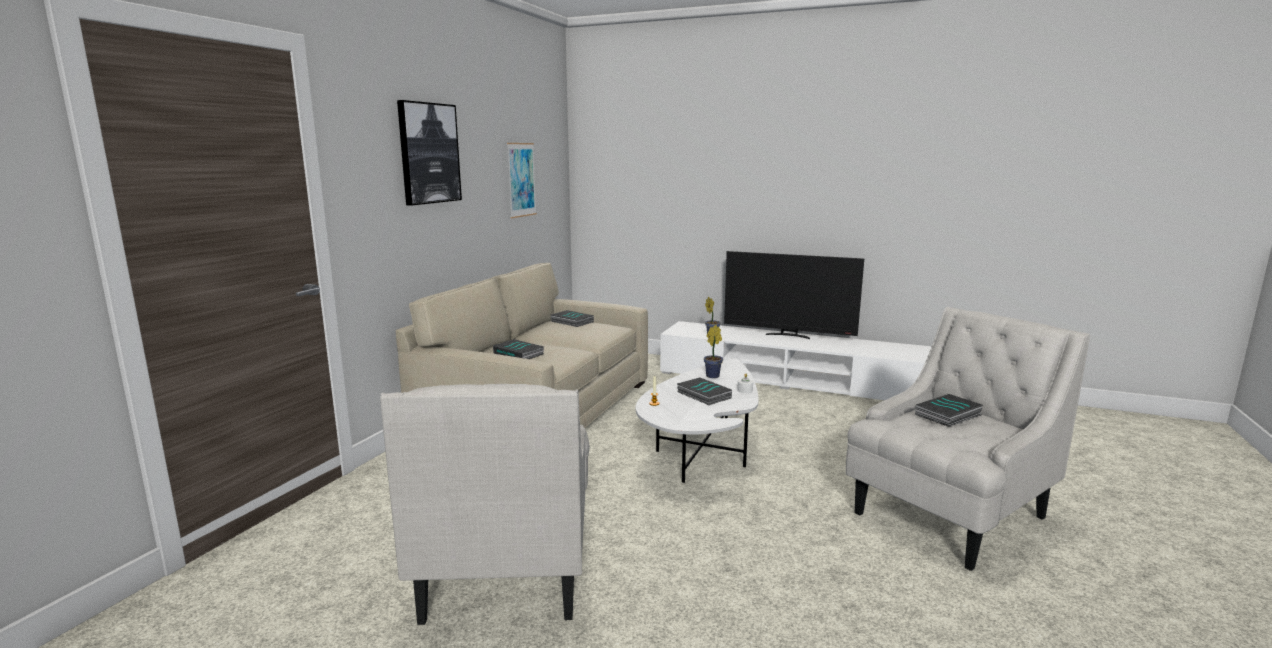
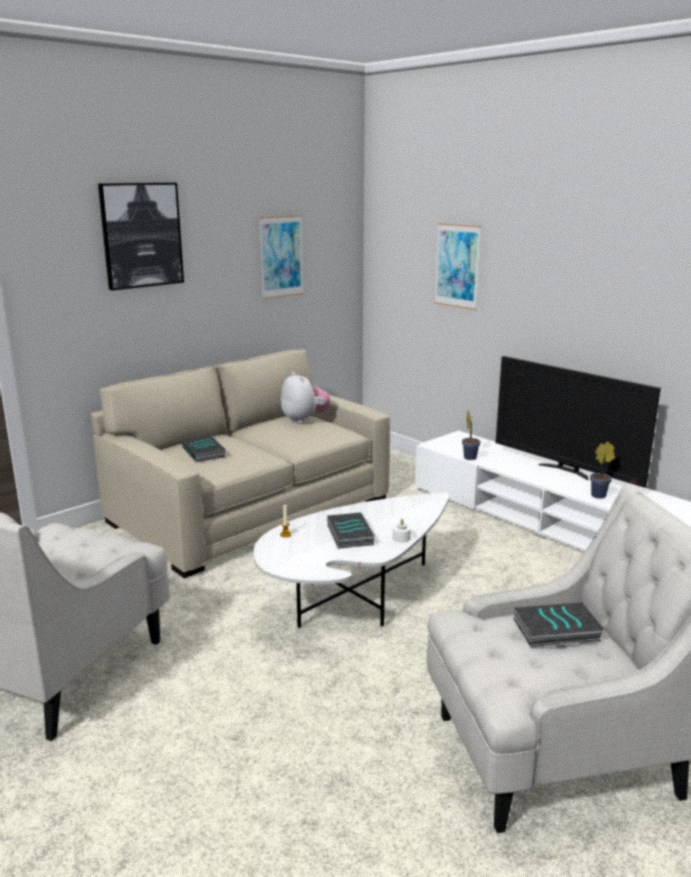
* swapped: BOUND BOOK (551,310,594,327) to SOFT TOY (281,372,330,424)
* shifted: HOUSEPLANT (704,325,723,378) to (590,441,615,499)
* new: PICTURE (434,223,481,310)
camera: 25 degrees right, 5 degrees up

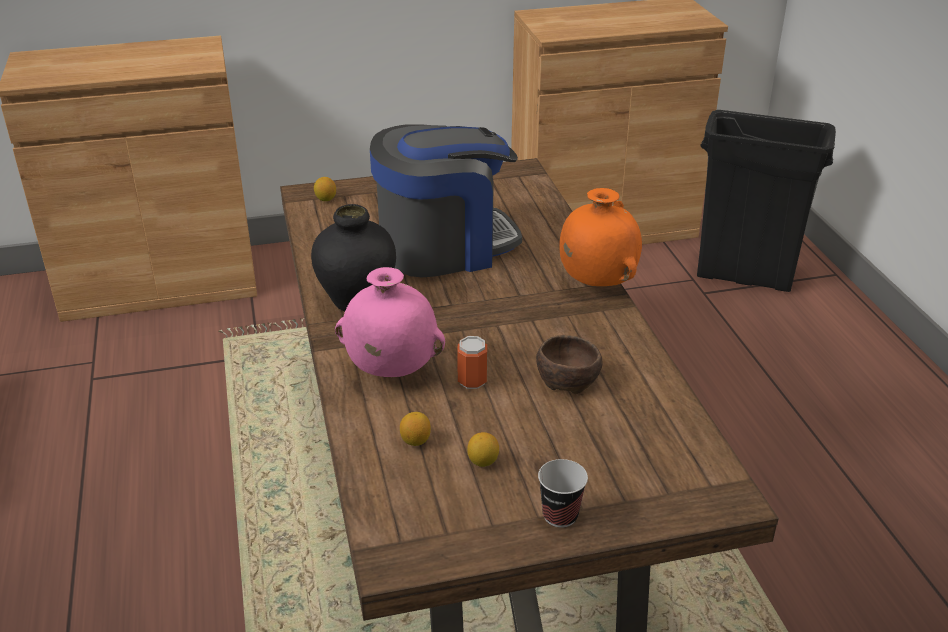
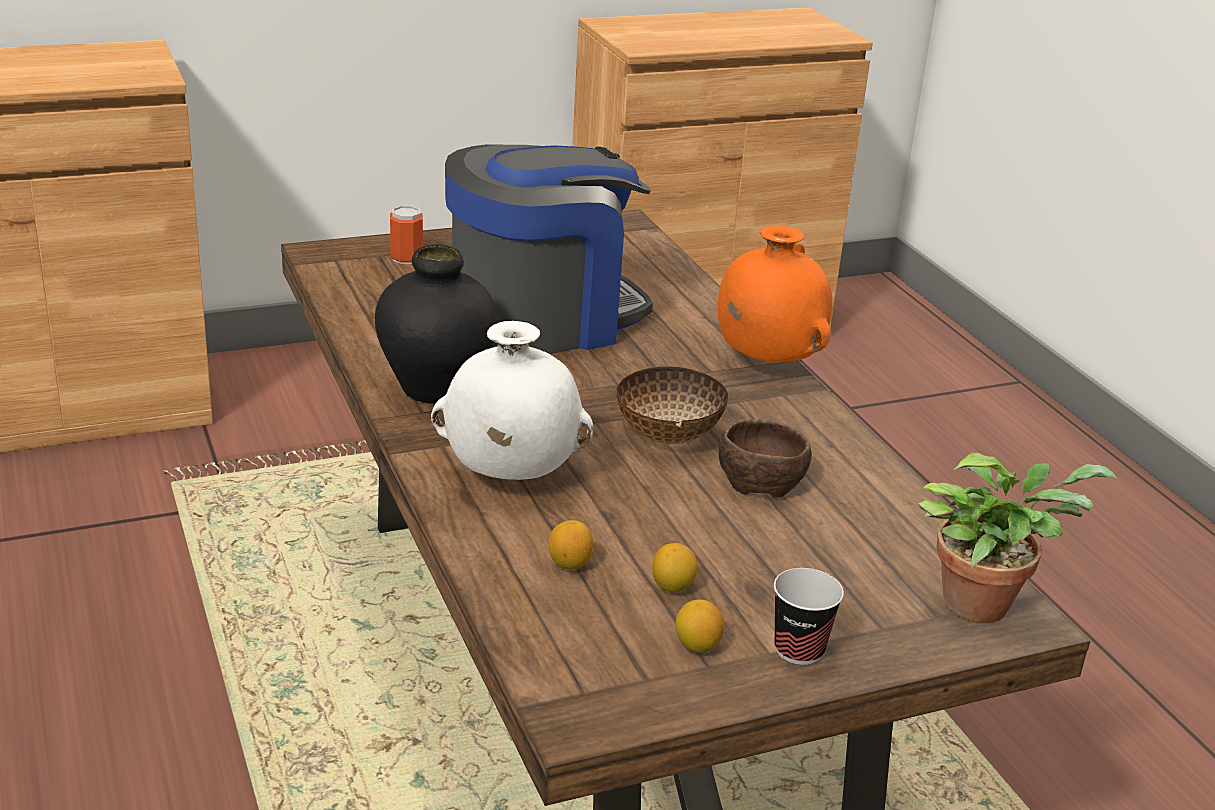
* gone: BLACK TRASH CAN (697,110,836,292)
* shifted: WHOLE LEMON (314,177,336,201) to (676,600,724,653)
* repainted: PINK-COLOURED VASE (335,267,445,377) to WHITE-COLOURED VASE (431,321,593,480)
* shifted: SEALED CAN (457,336,487,389) to (390,205,423,264)
* new: DEEP DISH (616,366,728,444)
* new: HOUSEPLANT (918,453,1117,623)
camera: 10 degrees left, 5 degrees down

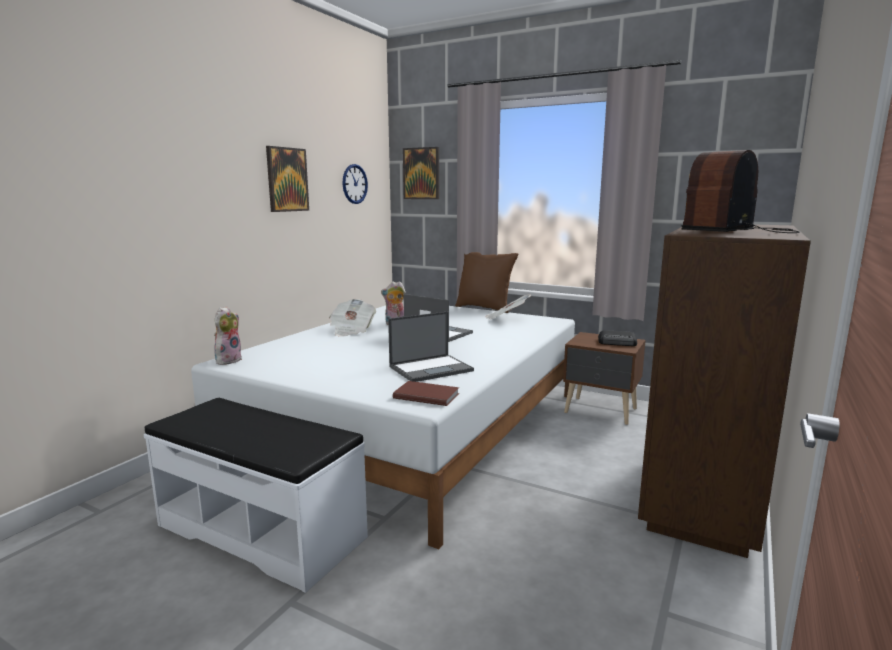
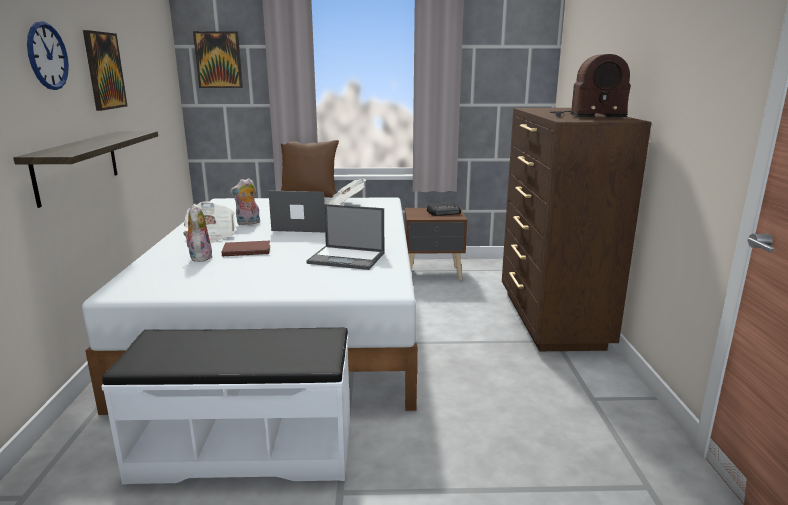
* rotated: RADIO RECEIVER (681,150,800,233) = (549,54,631,117) 105 degrees counterclockwise
* shifted: CLOCK ON THE WALL (342,164,368,204) to (27,21,69,90)
* shifted: SOFT TOY (214,306,242,365) to (183,204,213,262)
* rotated: NOTEBOOK COMPUTER (388,312,474,382) = (306,204,384,270) 75 degrees clockwise
* shifted: BROWNISH BOUND BOOK (393,381,459,406) to (222,241,270,256)
* new: SHELF (13,131,158,208)
camera: 30 degrees left, 5 degrees up

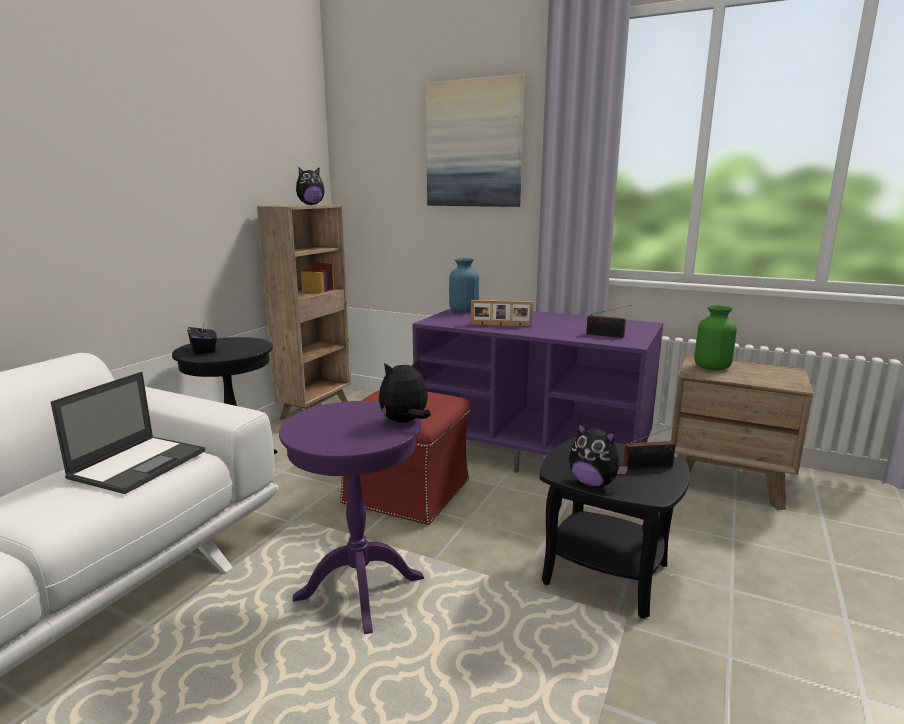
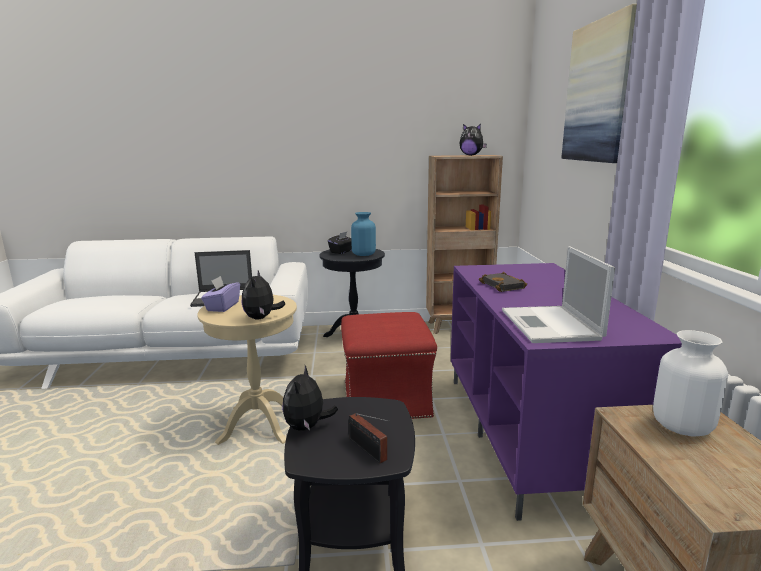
* shifted: BLUE VASE (449,258,479,313) to (351,212,376,256)
* swapped: PICTURE FRAME (471,300,533,326) to BLACK BOUND BOOK (479,272,527,292)
* swapped: RADIO RECEIVER (586,305,631,338) to NOTEBOOK COMPUTER (502,246,615,343)
* repainted: GREEN VASE (694,305,737,370) to WHITE-COLOURED VASE (653,330,728,437)
* rotated: SOFT TOY (379,358,431,423) = (242,271,285,319) 120 degrees counterclockwise
* repainted: PURPLISH ACCENT TABLE (279,401,424,634) to BEIGE ACCENT TABLE (197,295,297,445)
* new: PURPLISH TISSUE BOX (201,276,240,312)
camera: 60 degrees right, 0 degrees up

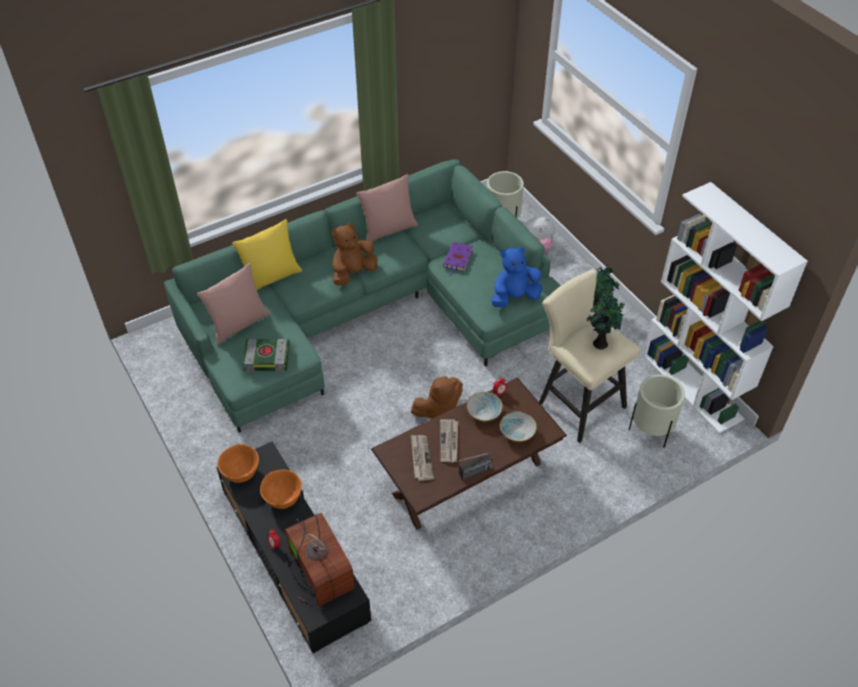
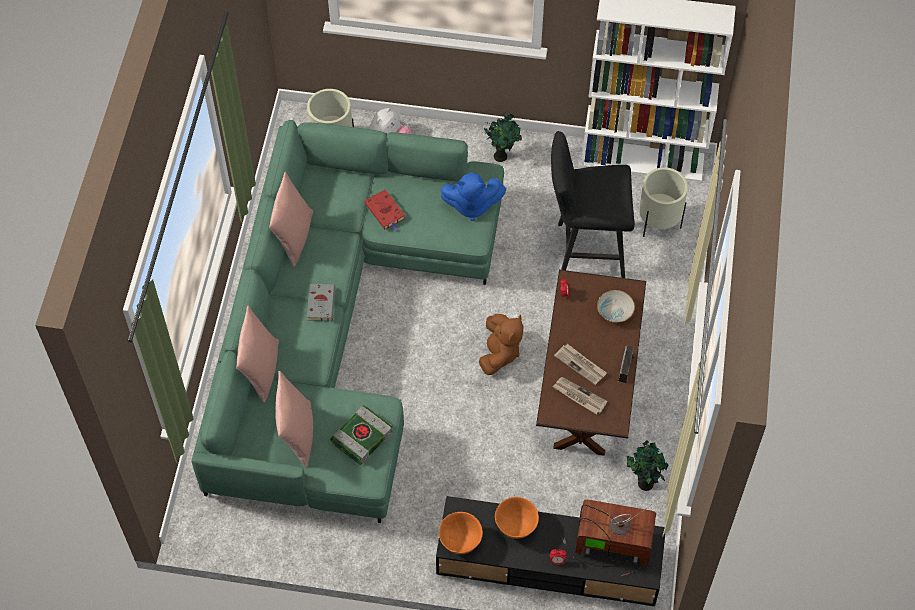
* repainted: YELLOWISH PILLOW (232,219,302,290) to PINK-COLOURED PILLOW (236,305,279,403)
* swapped: BROWNISH SOFT TOY (331,223,377,286) to GRAY BOUND BOOK (307,283,336,321)
* repainted: PURPLISH BOUND BOOK (443,242,473,274) to RED-COLOURED BOUND BOOK (364,190,405,231)
* rotated: BLUE SOFT TOY (491,247,542,307) = (441,172,506,221) 105 degrees counterclockwise
* repainted: BEIGE SITTING STOOL (539,269,640,443) to BLACK SITTING STOOL (551,131,635,278)
* shifted: HOUSEPLANT (587,288,624,349) to (627,440,669,491)
* gone: DEEP DISH (466,392,503,422)
camera: 50 degrees left, 10 degrees up

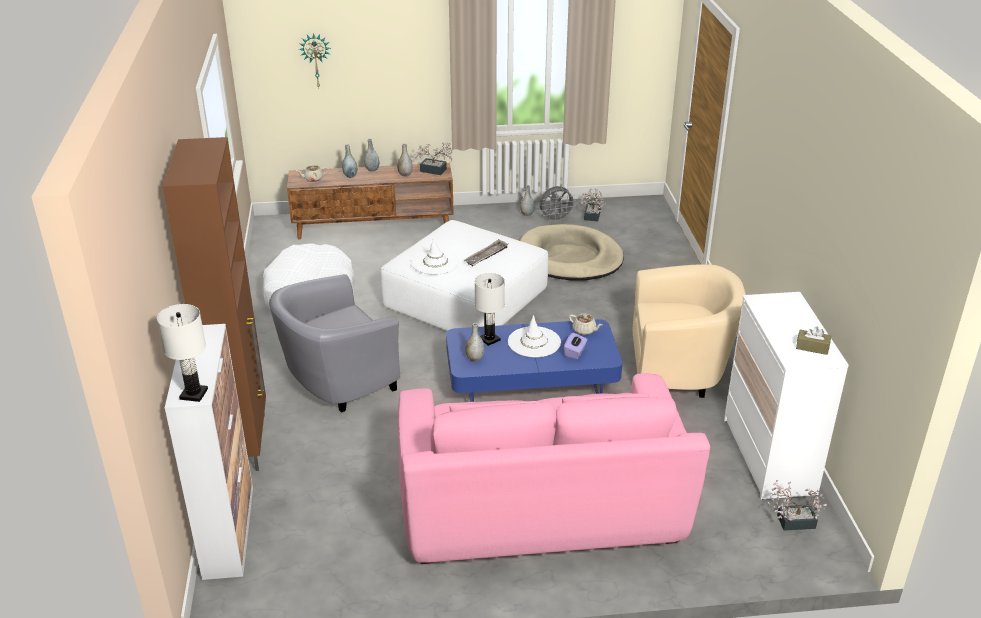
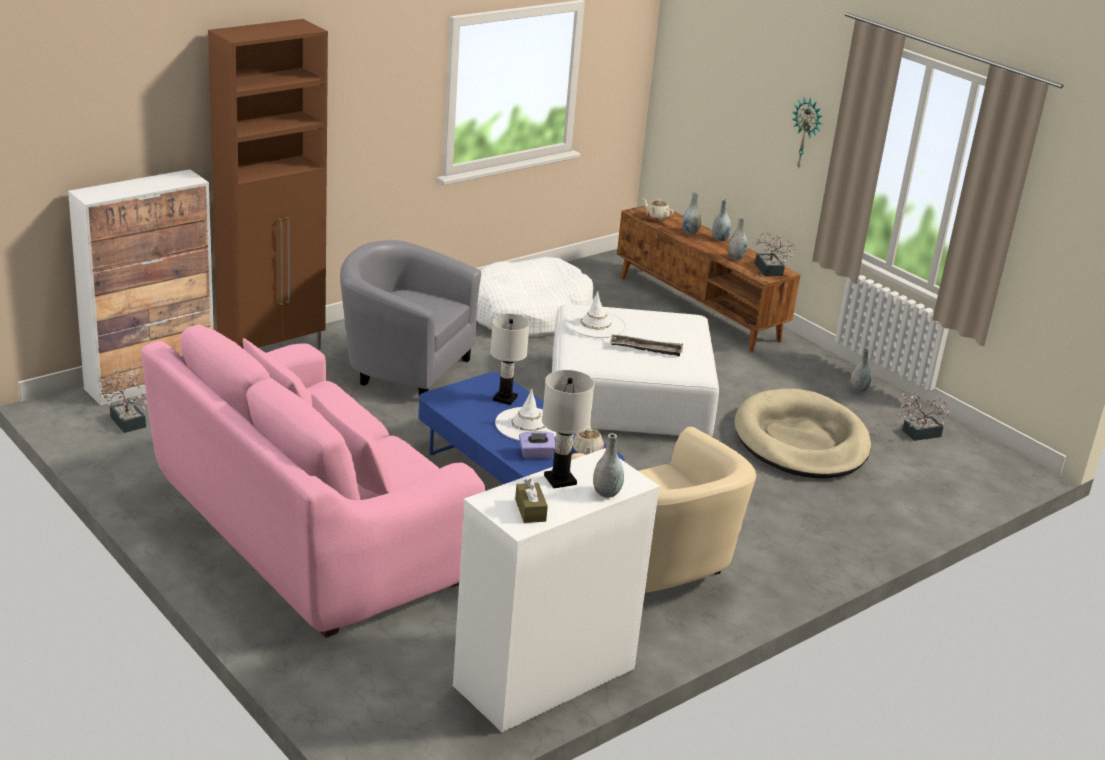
* shifted: CLOCK ON THE WALL (299,33,331,89) to (792,98,822,169)
* gone: GRAY FAN (540,186,576,222)
* shifted: WHITE-COLOURED TABLETOP LAMP (157,304,208,402) to (542,370,595,488)
* shifted: GRAY VASE (466,323,485,362) to (593,433,624,498)
* shifted: HOUSEPLANT (768,480,827,531) to (97,367,147,433)
camera: 55 degrees right, 5 degrees down

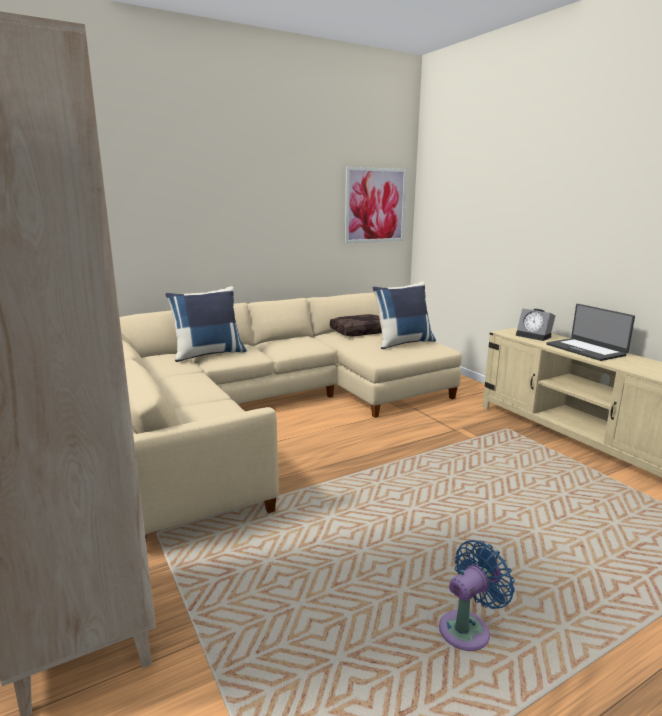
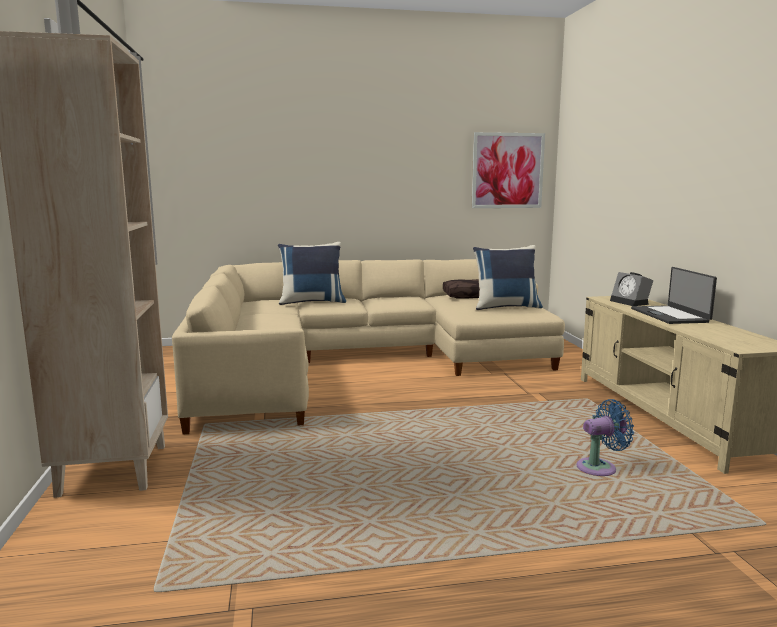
* shifted: BLUE FAN (439,540,515,651) to (576,399,634,476)
camera: 20 degrees right, 5 degrees down

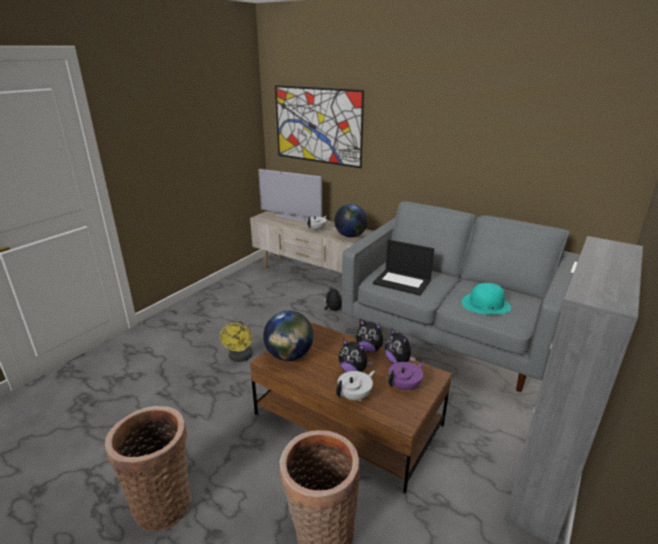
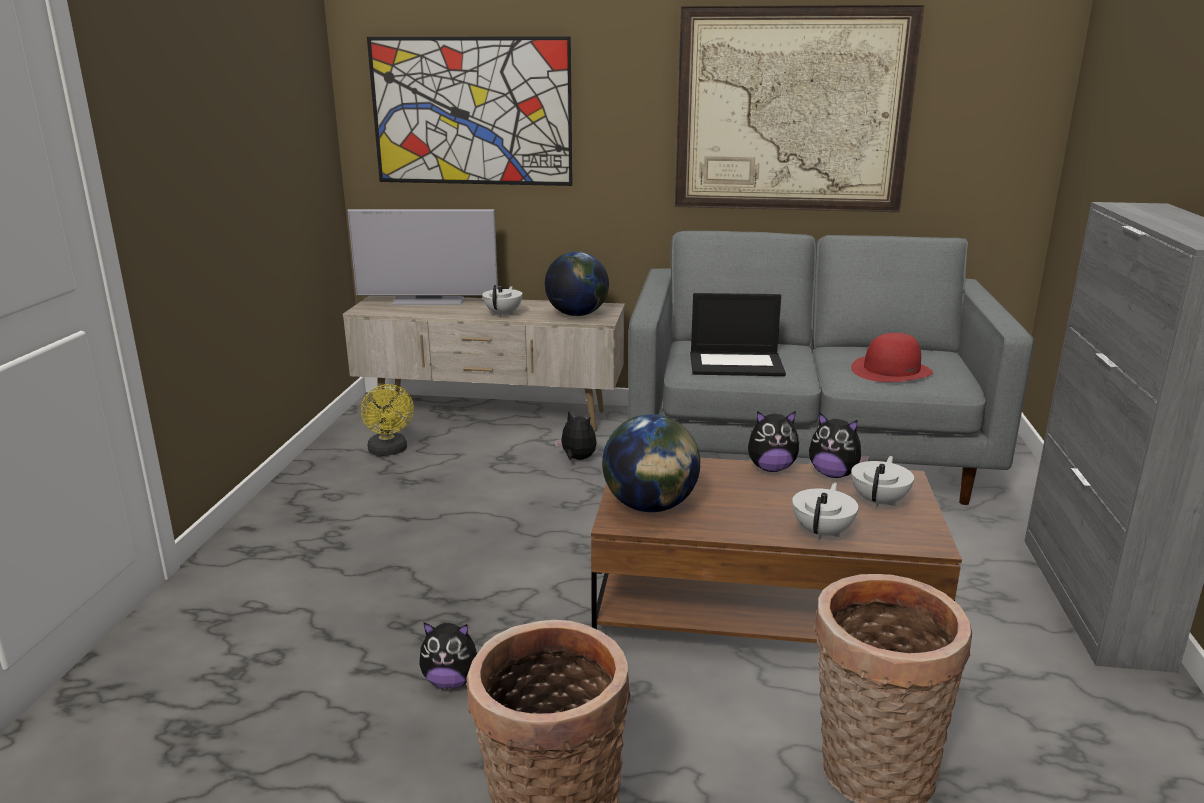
* repainted: TURQUOISE-COLOURED HAT (462,283,511,314) to RED-COLOURED HAT (851,333,933,382)
* shifted: YELLOWISH FAN (220,321,253,362) to (361,384,414,456)
* shifted: SOFT TOY (338,339,372,372) to (419,622,477,688)
* repainted: PURPLISH TEAPOT (388,362,424,391) to WHITE-COLOURED TEAPOT (851,456,914,508)
* new: PICTURE (675,5,924,212)
camera: 25 degrees left, 5 degrees down

